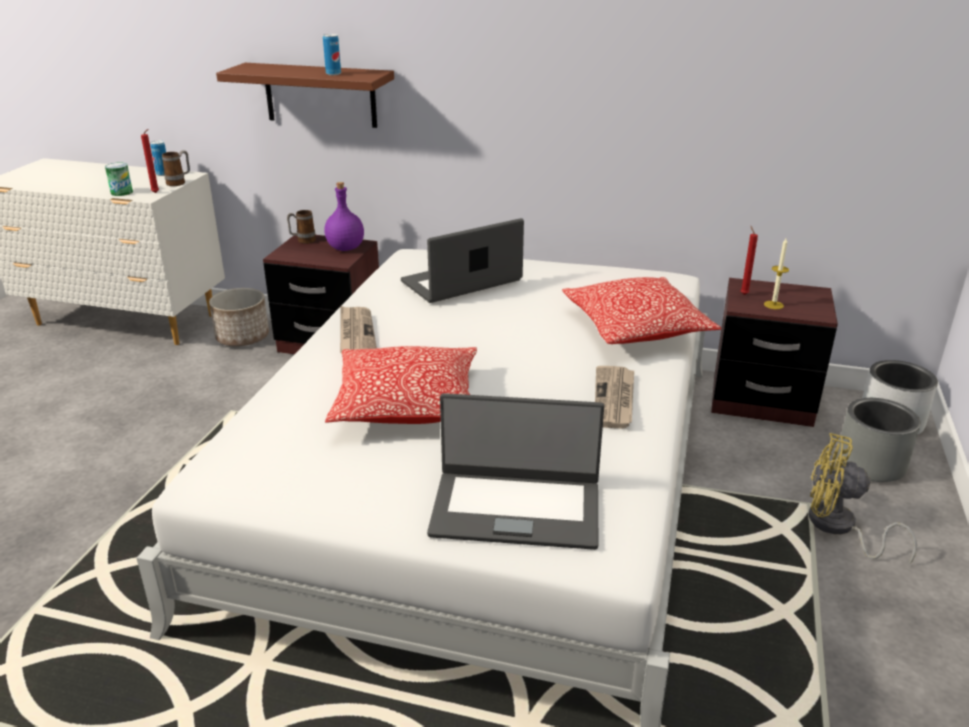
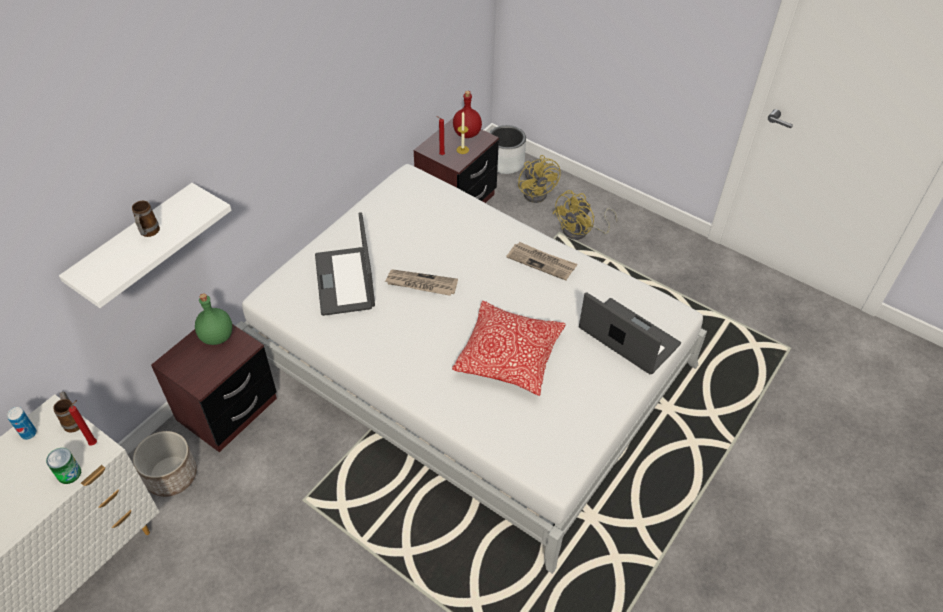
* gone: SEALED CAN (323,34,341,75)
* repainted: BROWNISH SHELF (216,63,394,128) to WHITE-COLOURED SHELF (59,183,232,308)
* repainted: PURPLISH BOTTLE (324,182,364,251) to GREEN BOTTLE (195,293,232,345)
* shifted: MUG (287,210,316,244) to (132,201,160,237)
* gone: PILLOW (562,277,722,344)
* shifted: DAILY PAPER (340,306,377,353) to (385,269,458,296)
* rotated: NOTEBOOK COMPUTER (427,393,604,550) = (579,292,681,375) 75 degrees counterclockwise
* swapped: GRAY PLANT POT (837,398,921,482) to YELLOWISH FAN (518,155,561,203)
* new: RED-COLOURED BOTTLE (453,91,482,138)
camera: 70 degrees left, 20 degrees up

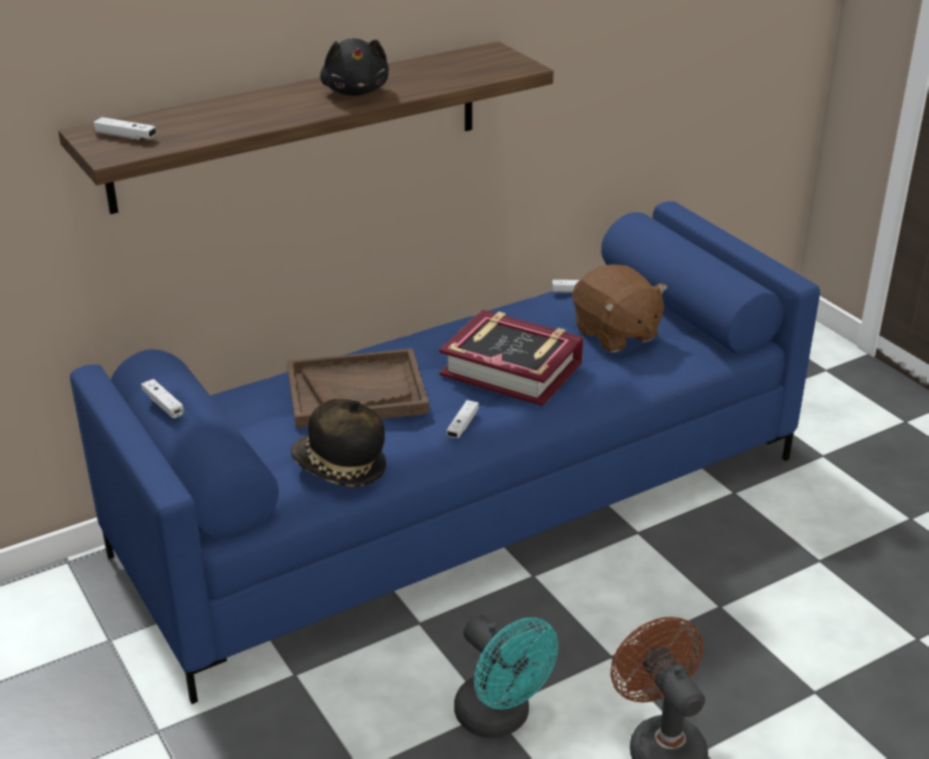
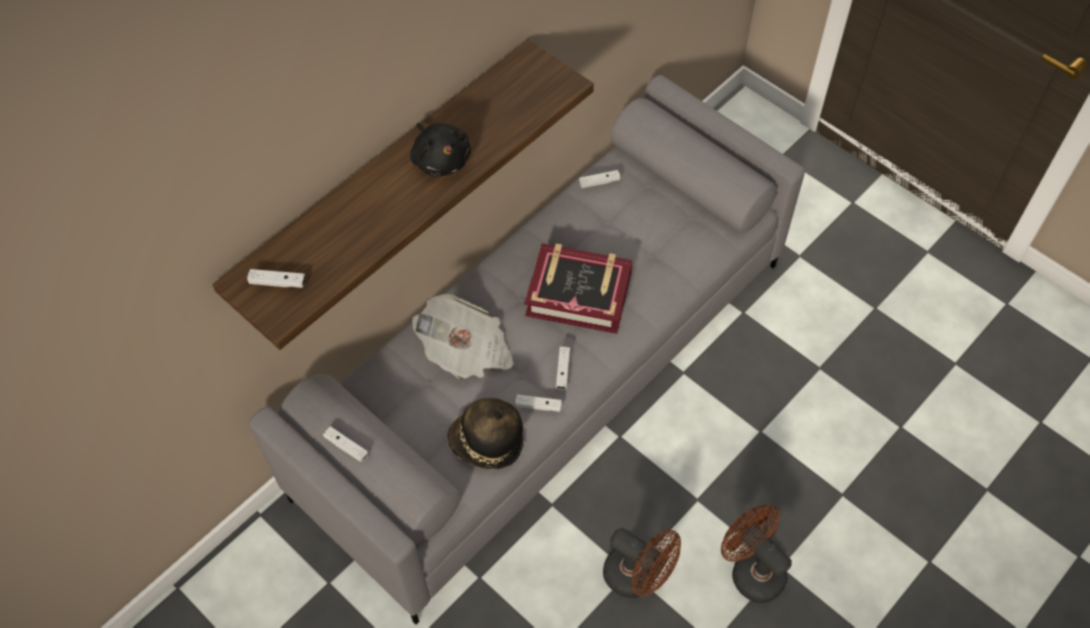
* repainted: BLUE SETTEE (70,201,820,704) to GRAY SETTEE (249,75,805,625)
* gone: BROWNISH SOFT TOY (573,264,668,353)
* swapped: BROWNISH SERVING TRAY (287,348,429,428) to DAILY PAPER (412,294,514,379)
* repainted: TURQUOISE-COLOURED FAN (454,615,558,738) to BROWNISH FAN (603,528,681,598)
* new: WHITE-COLOURED GAME CONTROLLER (515,395,562,412)
camera: 15 degrees left, 25 degrees up

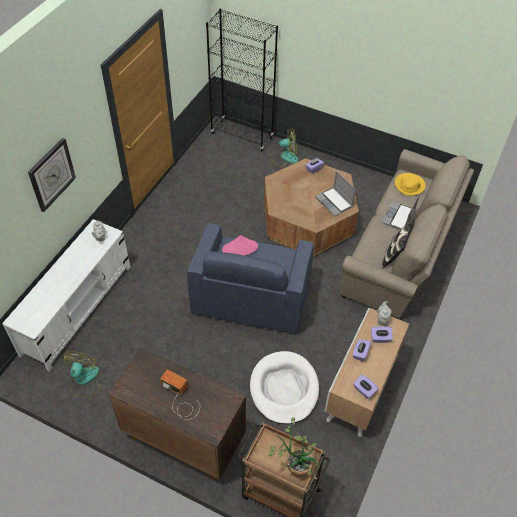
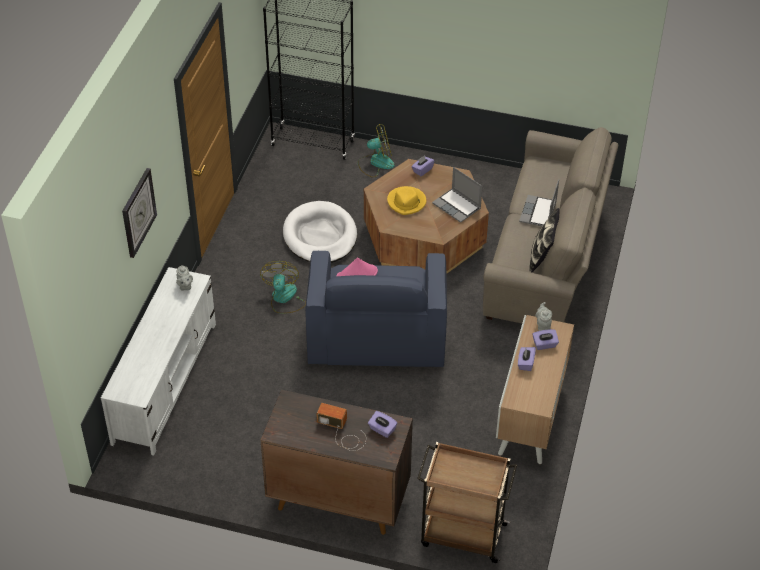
* shifted: YELLOWISH HAT (395,173,426,196) to (387,186,426,215)
* shifted: FAN (62,351,102,397) to (260,261,306,314)
* shifted: WHITE-COLOURED DOG BED (250,351,319,424) to (283,201,357,263)
* shifted: PURPLISH TISSUE BOX (353,374,379,399) to (368,411,397,438)
* gone: HOUSEPLANT (268,417,318,479)
camera: 10 degrees left, 5 degrees down

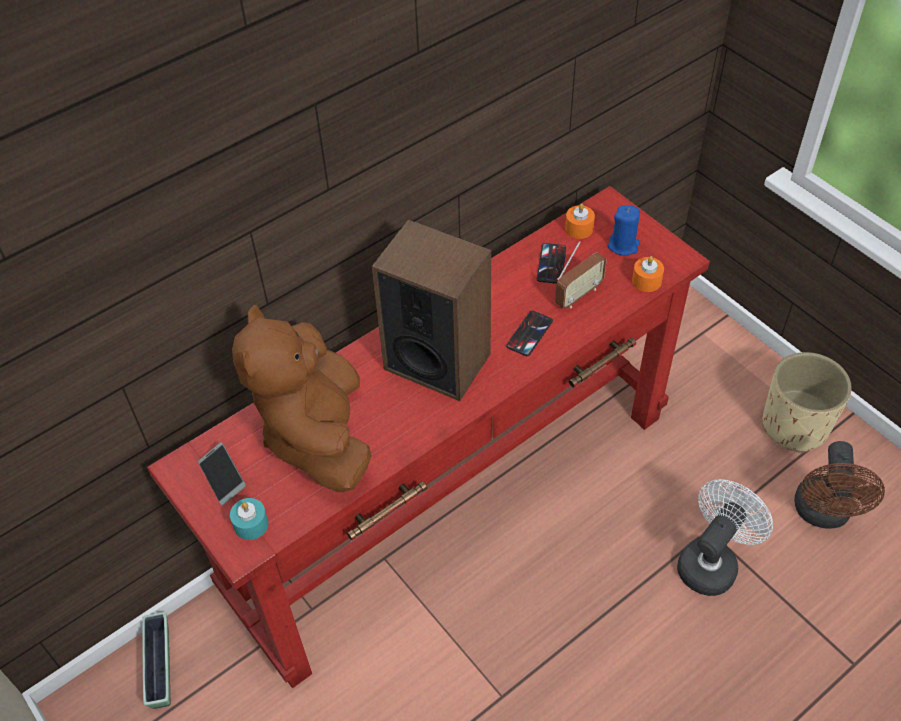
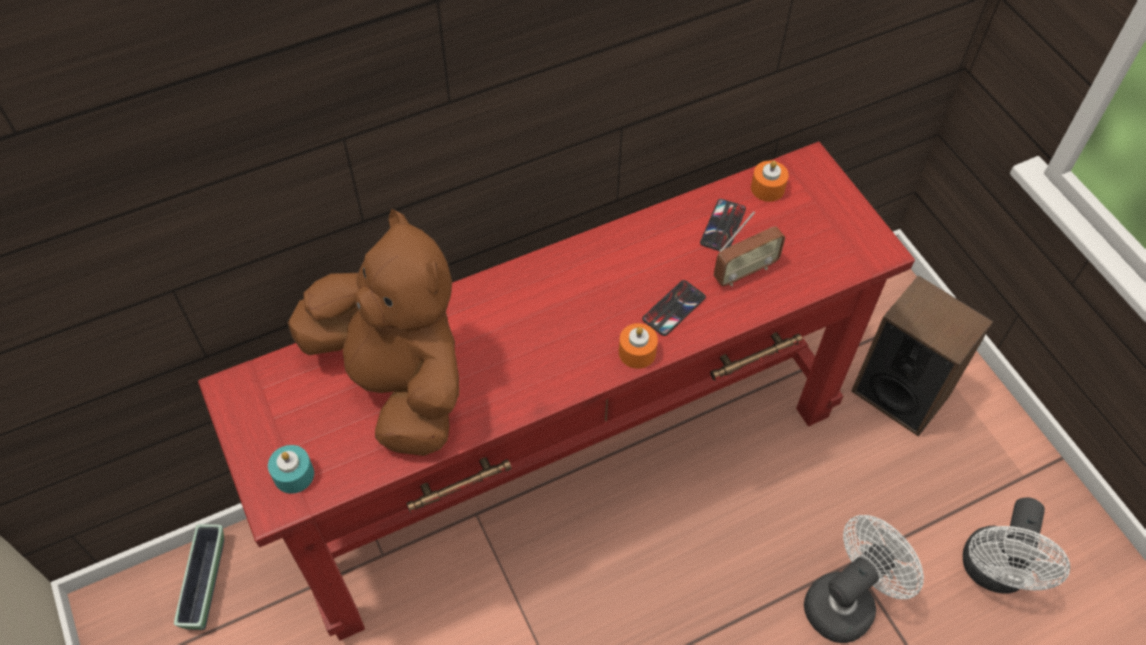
* gone: BLUE CANDLE (608,205,640,256)
* shifted: AUDIO SPEAKER (372,220,491,401) to (851,275,993,437)
* shifted: ORANGEY CANDLE (632,256,664,292) to (619,323,658,369)
* rotated: BROWNISH SOFT TOY (232,305,372,492) = (288,209,459,456) 135 degrees clockwise
* gone: BEIGE PLANT POT (762,352,852,453)
* repainted: BROWNISH FAN (794,441,885,529) to WHITE-COLOURED FAN (963,497,1070,594)
* gone: PHONE (198,442,246,505)
camera: 10 degrees right, 5 degrees up

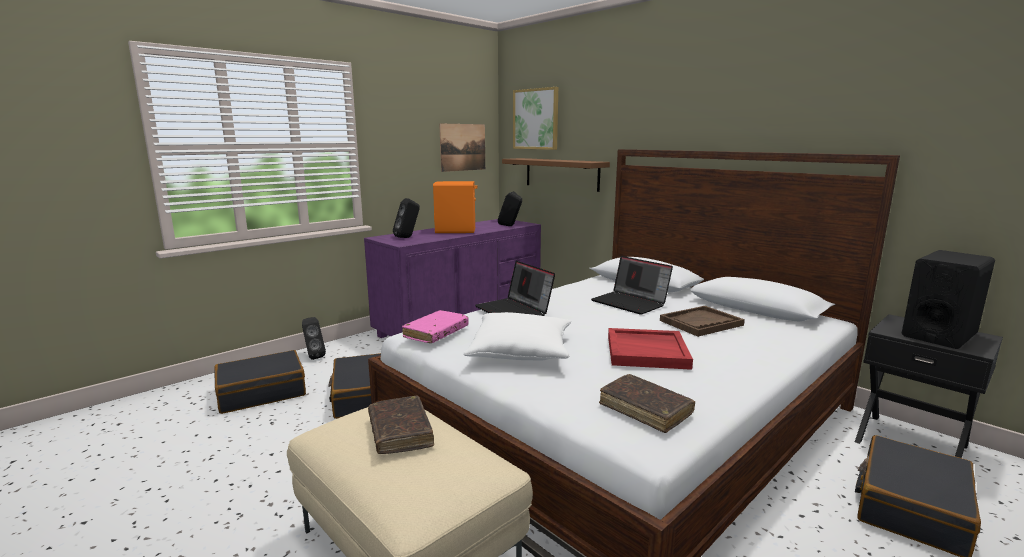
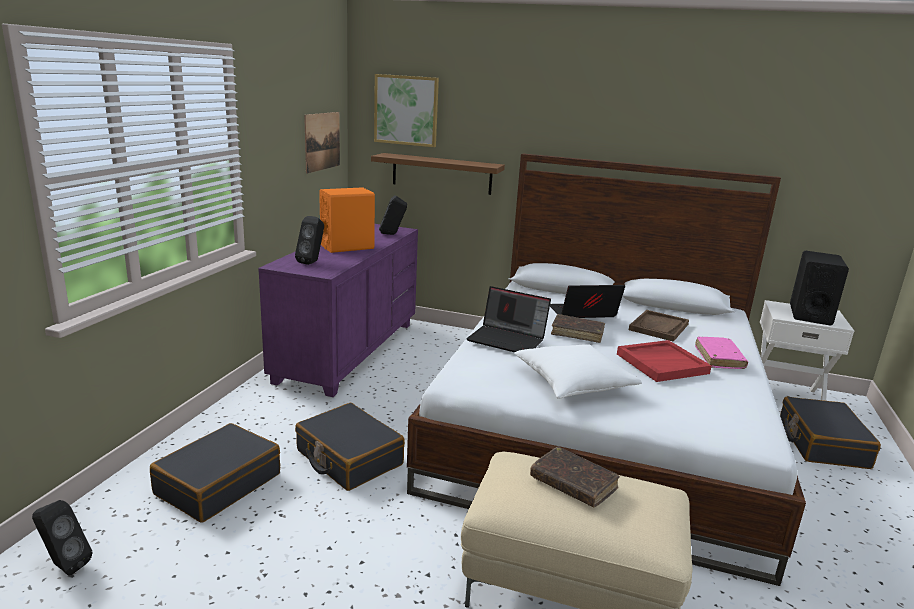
* rotated: NOTEBOOK COMPUTER (591,256,673,315) = (550,285,625,318) 150 degrees clockwise
* shifted: PINK-COLOURED BOUND BOOK (402,310,468,343) to (695,337,748,369)
* repainted: BLACK BEDSIDE TABLE (855,314,1003,458) to WHITE-COLOURED BEDSIDE TABLE (760,300,854,401)
* shifted: BLACK AUDIO SPEAKER (302,317,326,360) to (32,500,92,576)
* shifted: BROWNISH BOUND BOOK (599,374,695,433) to (551,314,605,343)
camera: 30 degrees left, 5 degrees up

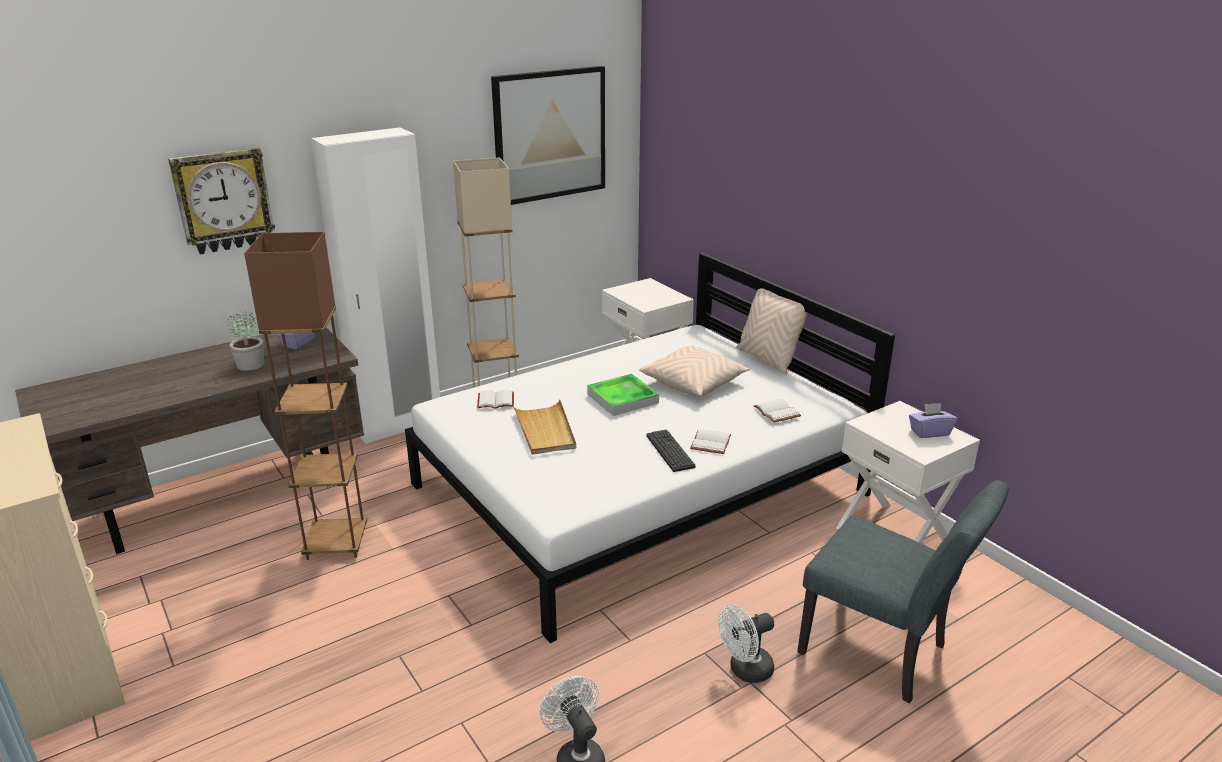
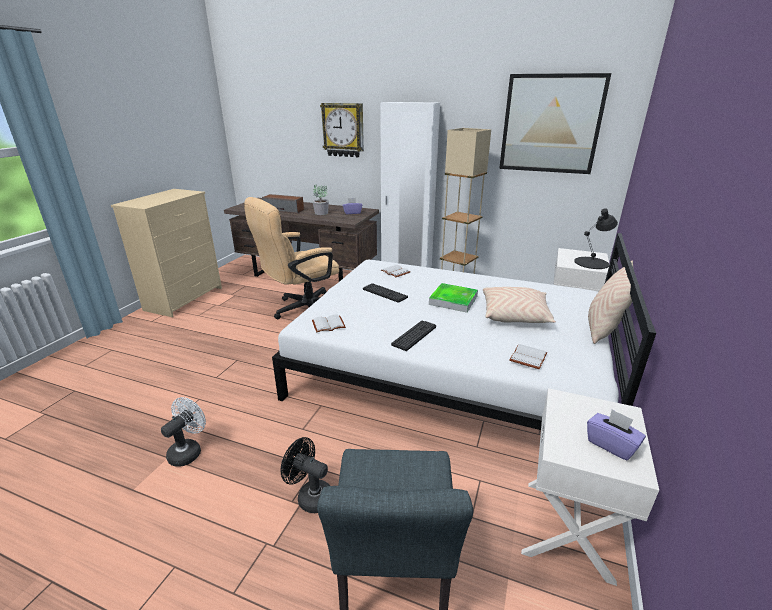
* swapped: BROWNISH STANDARD LAMP (244,232,367,560) to BEIGE COMPUTER CHAIR (244,197,339,319)
* swapped: BEIGE SERVING TRAY (513,400,576,455) to COMPUTER KEYBOARD (363,283,408,303)
* shifted: WHITE-COLOURED BOUND BOOK (690,429,732,454) to (312,314,346,333)
* repainted: WHITE-COLOURED FAN (718,604,774,683) to BLACK FAN (281,437,330,513)
* new: AUDIO SPEAKER (262,194,304,213)
* new: BLACK TABLETOP LAMP (574,208,618,269)
camera: 55 degrees right, 0 degrees up

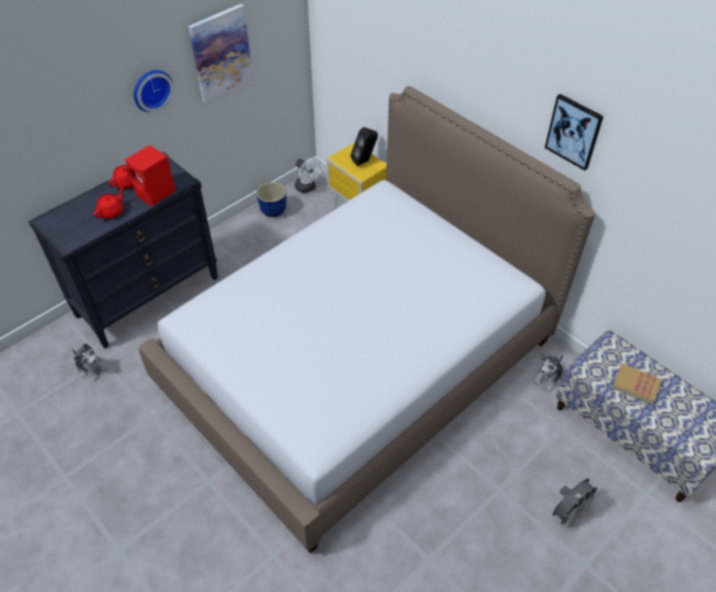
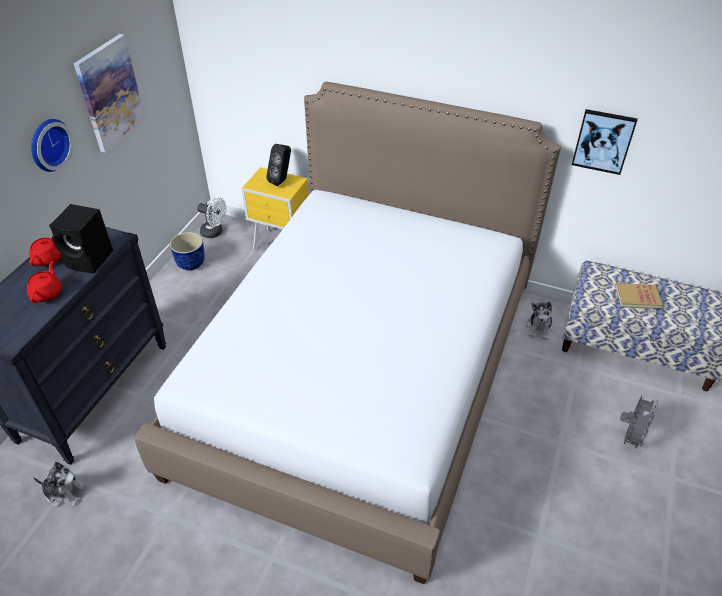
* shifted: PICTURE (545,94,603,171) to (572,109,638,175)
* repainted: RED-COLOURED AUDIO SPEAKER (125,145,176,206) to BLACK AUDIO SPEAKER (49,204,113,273)
camera: 25 degrees left, 5 degrees down

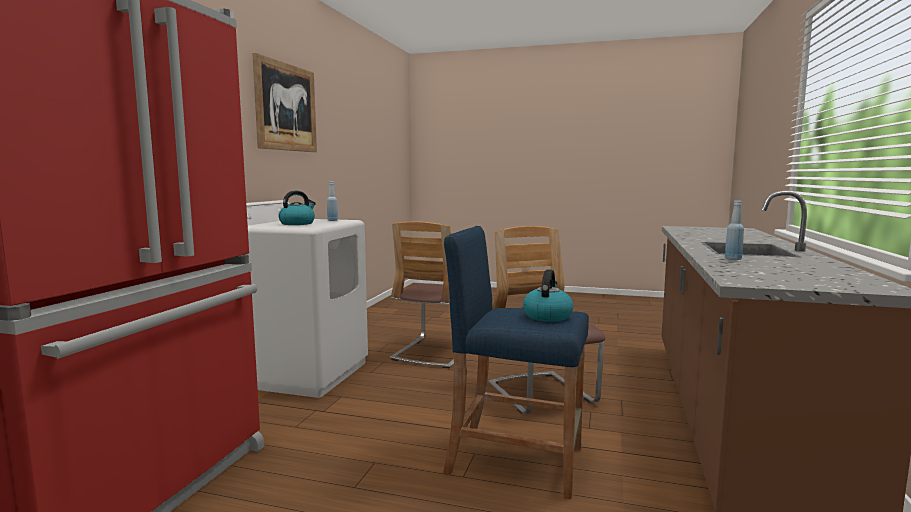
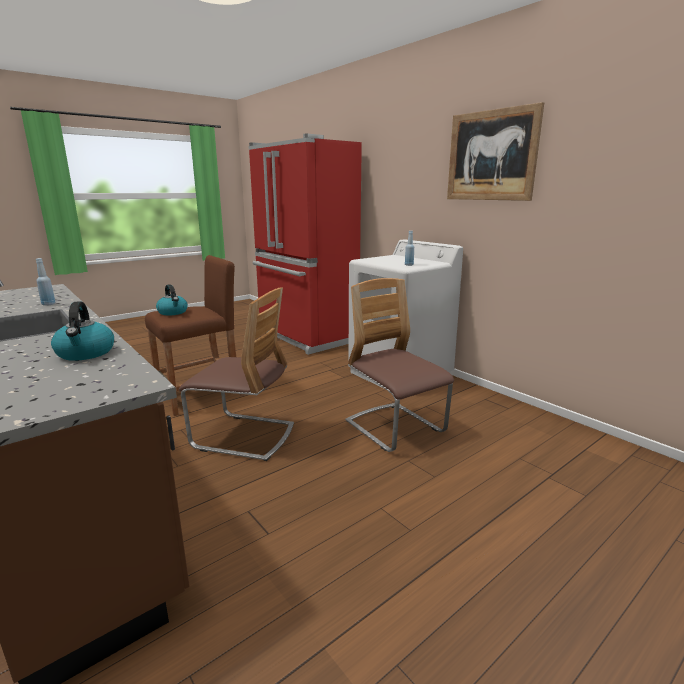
* shifted: WATER KETTLE (278,191,316,225) to (51,301,114,361)
* repainted: BLUE SITTING STOOL (443,226,589,499) to BROWNISH SITTING STOOL (145,255,245,416)
camera: 125 degrees right, 10 degrees up

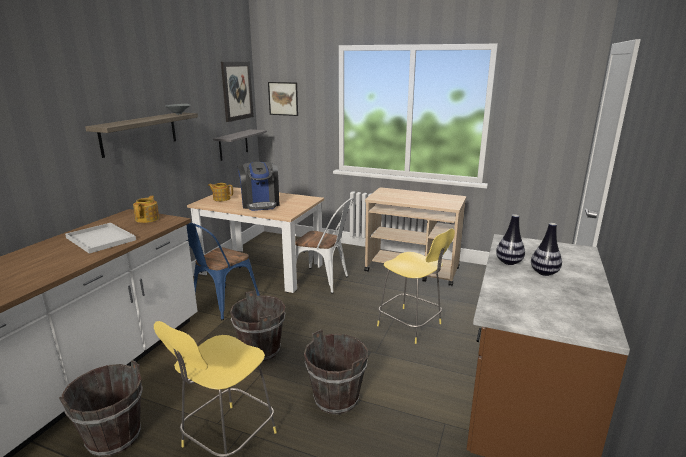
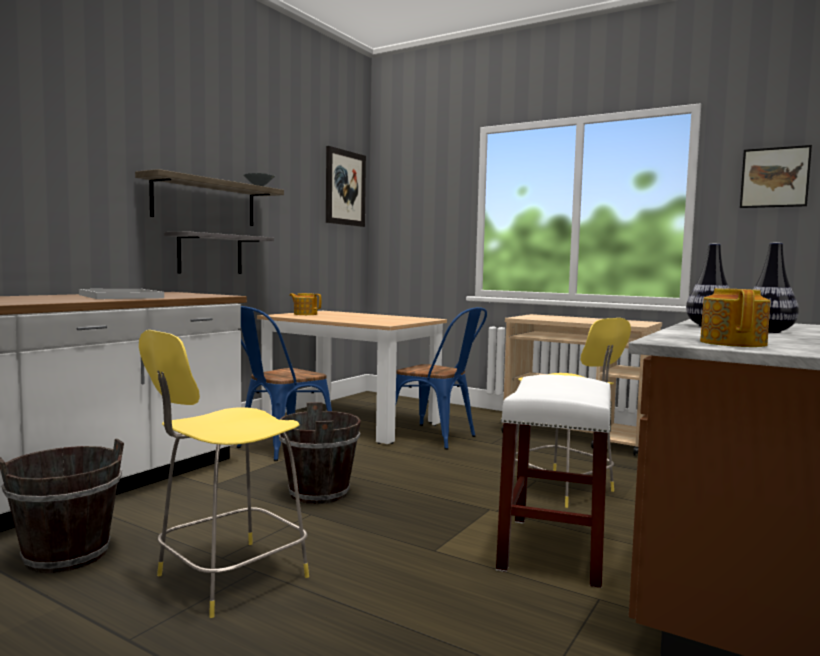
* shifted: PICTURE (268,82,298,116) to (740,145,812,208)
* shifted: GRAY SHELF (213,129,267,161) to (164,232,274,274)
* gone: COFFEE MAKER (238,162,280,211)
* shifted: TEAPOT (133,196,159,223) to (700,288,770,347)
* repainted: WHITE-COLOURED CHAIR (295,198,354,294) to BLUE CHAIR (396,307,487,450)
* gone: BROWNISH WATER BUCKET (304,329,368,415)
* new: WHITE-COLOURED SITTING STOOL (496,375,611,588)
camera: 10 degrees right, 15 degrees down

